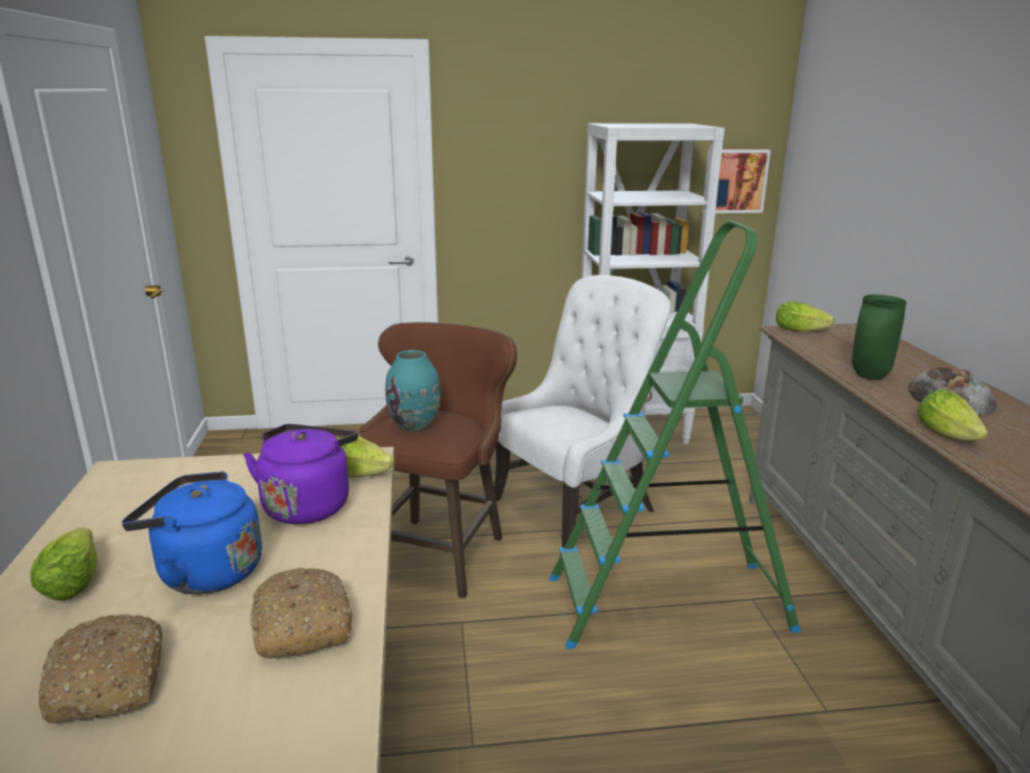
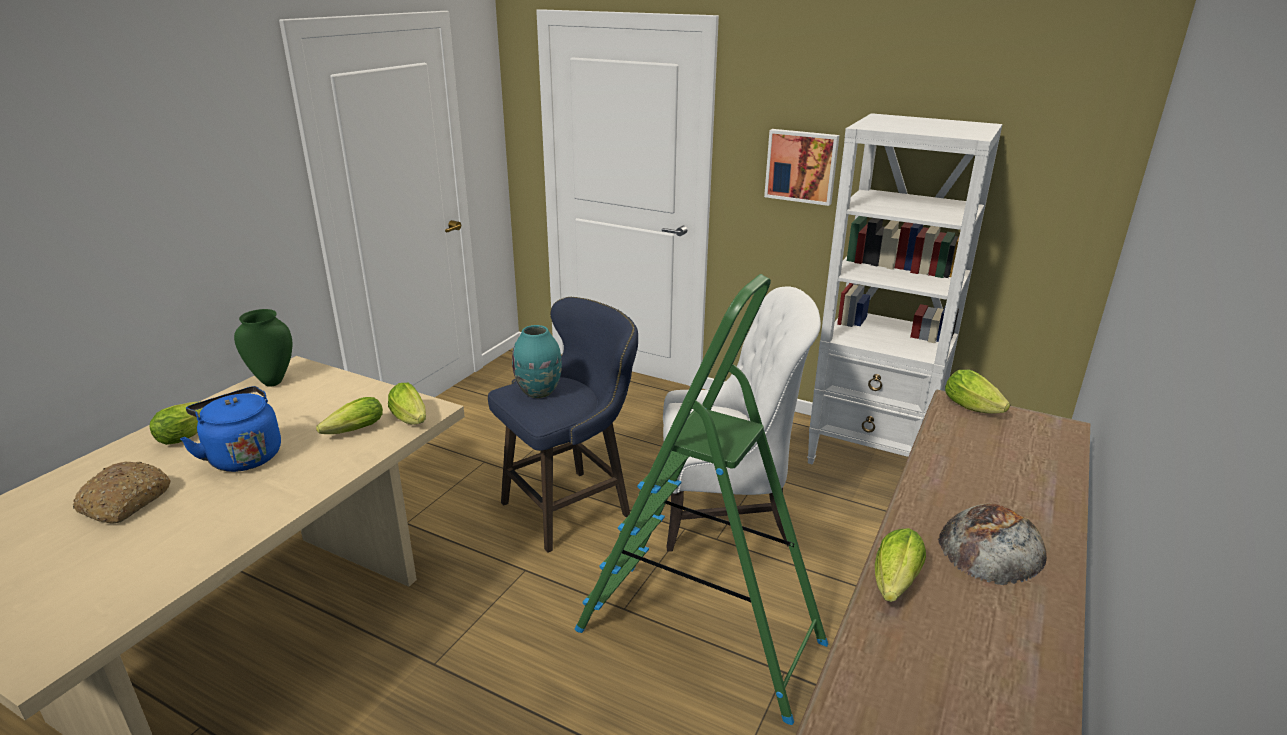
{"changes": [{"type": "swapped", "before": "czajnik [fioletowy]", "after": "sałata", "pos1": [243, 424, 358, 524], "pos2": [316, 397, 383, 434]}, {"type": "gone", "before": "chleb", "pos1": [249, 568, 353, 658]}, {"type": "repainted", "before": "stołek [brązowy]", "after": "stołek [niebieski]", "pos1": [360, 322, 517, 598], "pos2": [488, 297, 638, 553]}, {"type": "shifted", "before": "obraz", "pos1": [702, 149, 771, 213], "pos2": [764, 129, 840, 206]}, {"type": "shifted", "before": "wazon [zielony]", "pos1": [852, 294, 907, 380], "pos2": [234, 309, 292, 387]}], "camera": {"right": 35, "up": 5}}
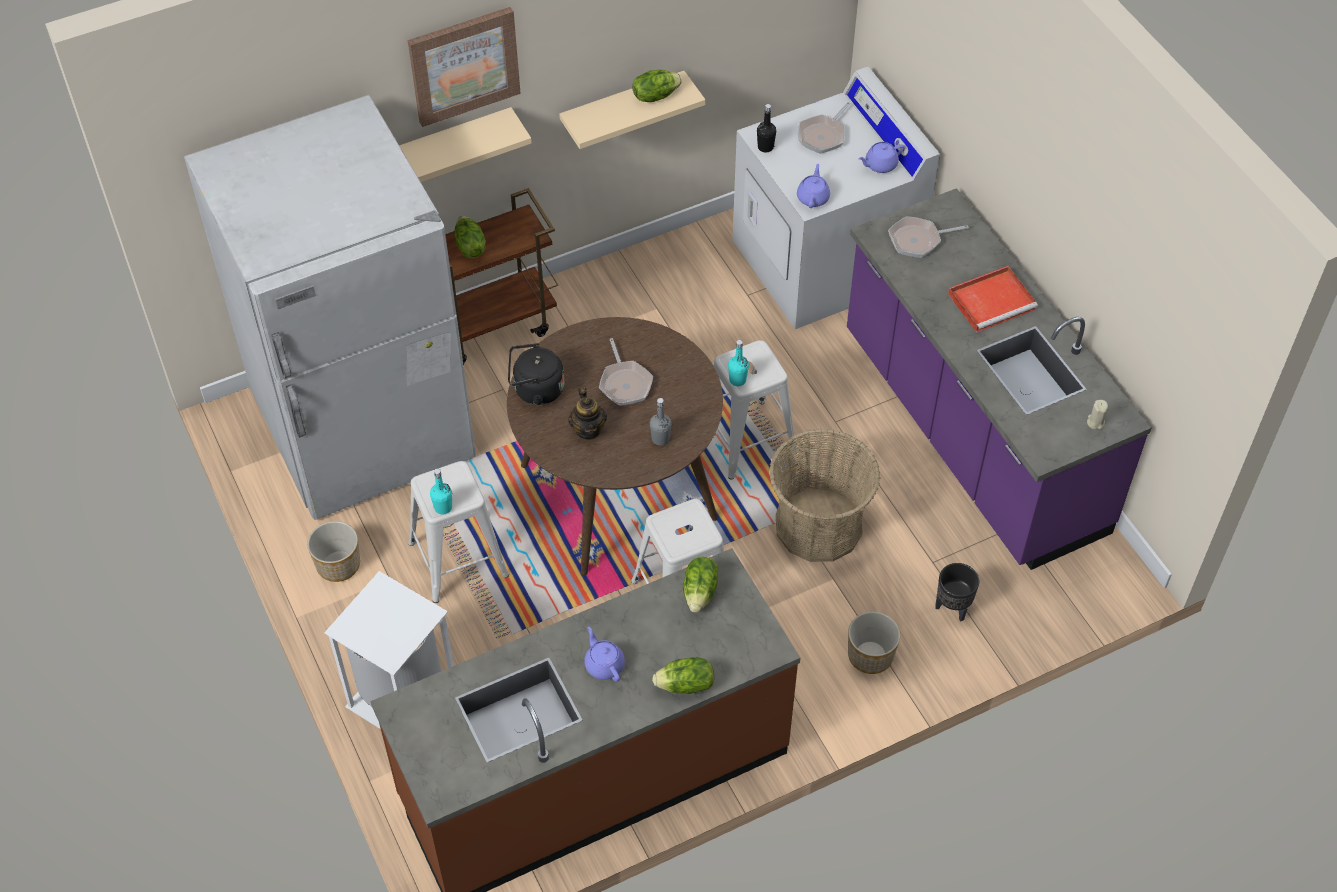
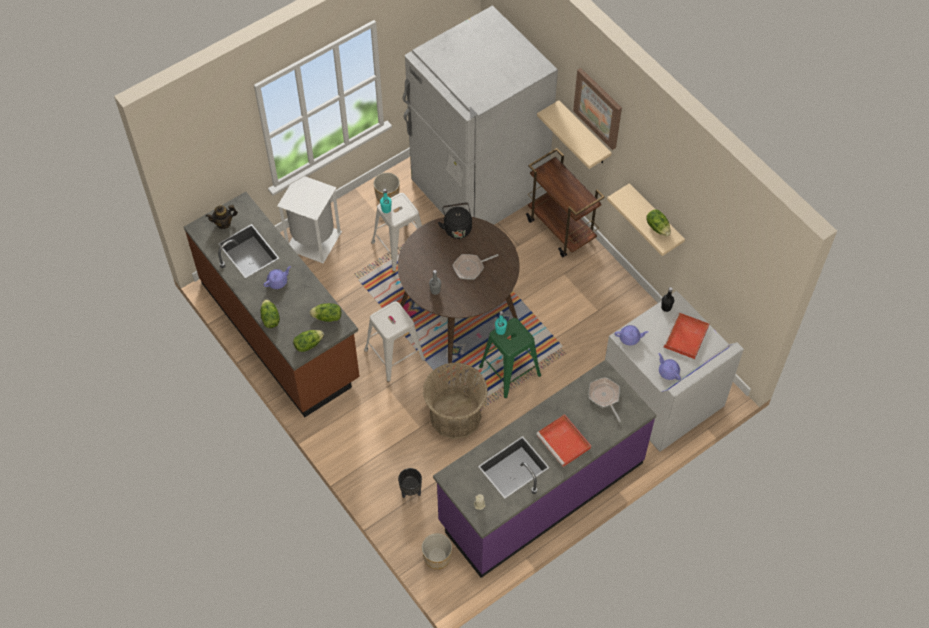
{"changes": [{"type": "shifted", "before": "sałata", "pos1": [454, 216, 486, 258], "pos2": [293, 330, 324, 352]}, {"type": "shifted", "before": "imbryk", "pos1": [568, 386, 607, 440], "pos2": [206, 205, 238, 229]}, {"type": "repainted", "before": "stołek [biały]", "after": "stołek [zielony]", "pos1": [713, 340, 798, 479], "pos2": [479, 318, 541, 398]}, {"type": "swapped", "before": "patelnia", "after": "taca [czerwony]", "pos1": [798, 102, 850, 154], "pos2": [663, 312, 709, 359]}, {"type": "shifted", "before": "donica", "pos1": [848, 612, 900, 674], "pos2": [422, 533, 452, 569]}], "camera": {"right": 80, "up": 5}}
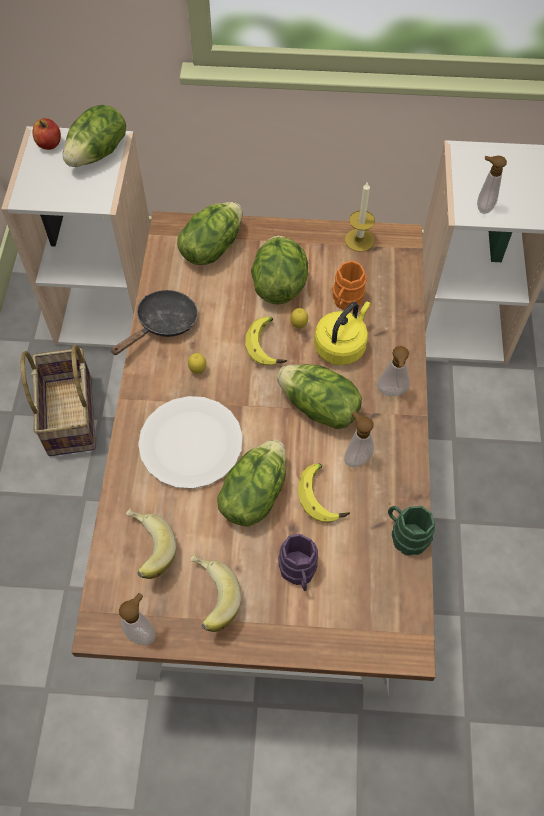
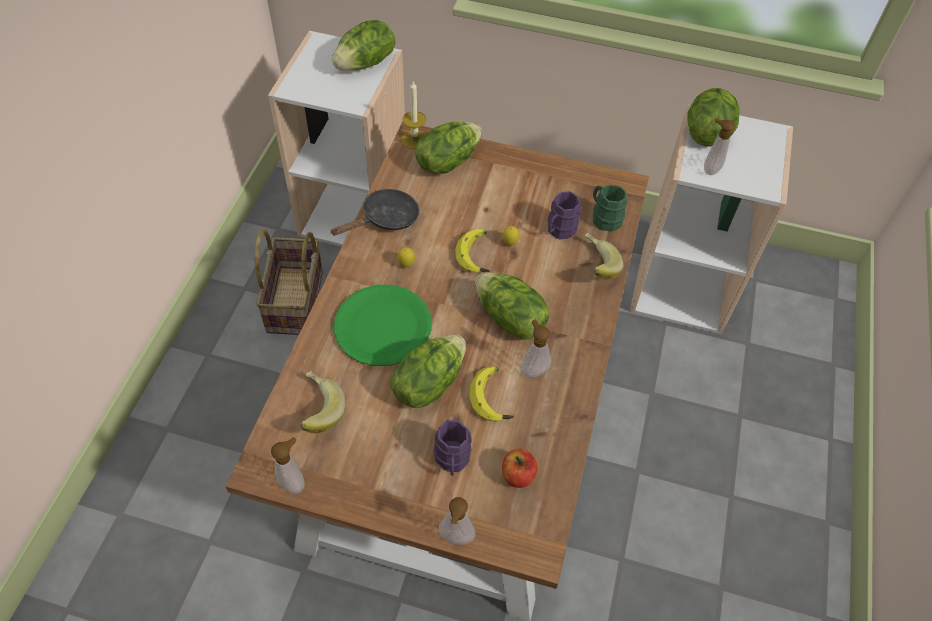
{"changes": [{"type": "shifted", "before": "jabłko", "pos1": [33, 118, 61, 150], "pos2": [502, 449, 538, 488]}, {"type": "repainted", "before": "talerz [biały]", "after": "talerz [zielony]", "pos1": [138, 396, 243, 489], "pos2": [334, 285, 432, 366]}, {"type": "shifted", "before": "banan", "pos1": [190, 554, 241, 632], "pos2": [585, 233, 623, 280]}, {"type": "shifted", "before": "sałata", "pos1": [251, 236, 308, 305], "pos2": [687, 88, 740, 147]}, {"type": "gone", "before": "czajnik [żółty]", "pos1": [314, 302, 371, 365]}, {"type": "repainted", "before": "kubek [pomarańczowy]", "after": "kubek [fioletowy]", "pos1": [332, 261, 367, 311], "pos2": [548, 191, 581, 239]}, {"type": "shifted", "before": "świeca", "pos1": [345, 181, 375, 252], "pos2": [401, 80, 426, 149]}, {"type": "shifted", "before": "dozownik mydła", "pos1": [377, 346, 410, 397], "pos2": [439, 497, 475, 545]}, {"type": "shifted", "before": "kubek [zielony]", "pos1": [388, 506, 435, 555], "pos2": [593, 185, 627, 231]}], "camera": {"right": 10, "up": -5}}
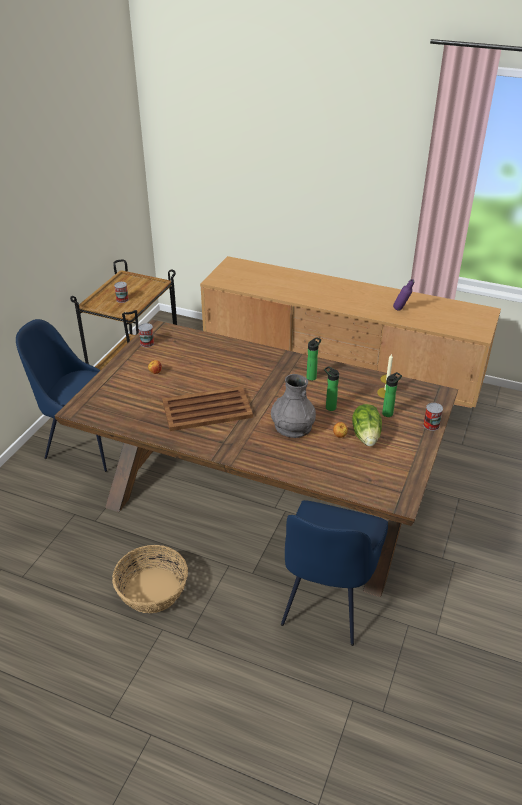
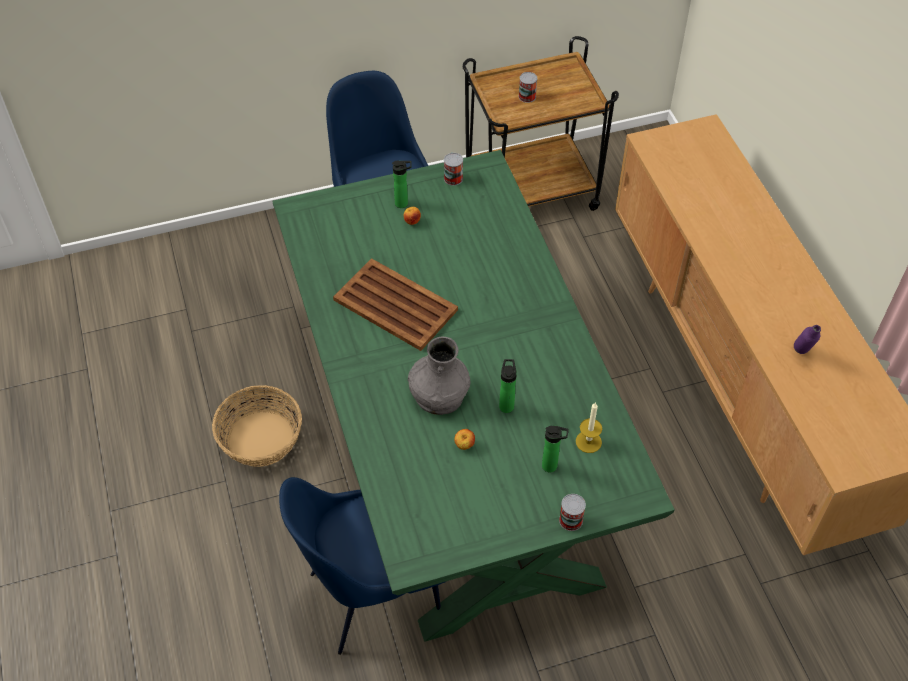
{"changes": [{"type": "repainted", "before": "stół jadalny [brązowy]", "after": "stół jadalny [zielony]", "pos1": [55, 319, 458, 597], "pos2": [272, 150, 675, 642]}, {"type": "shifted", "before": "butelka", "pos1": [307, 337, 321, 381], "pos2": [392, 161, 412, 208]}, {"type": "gone", "before": "sałata", "pos1": [352, 404, 382, 446]}], "camera": {"right": 50, "up": 15}}
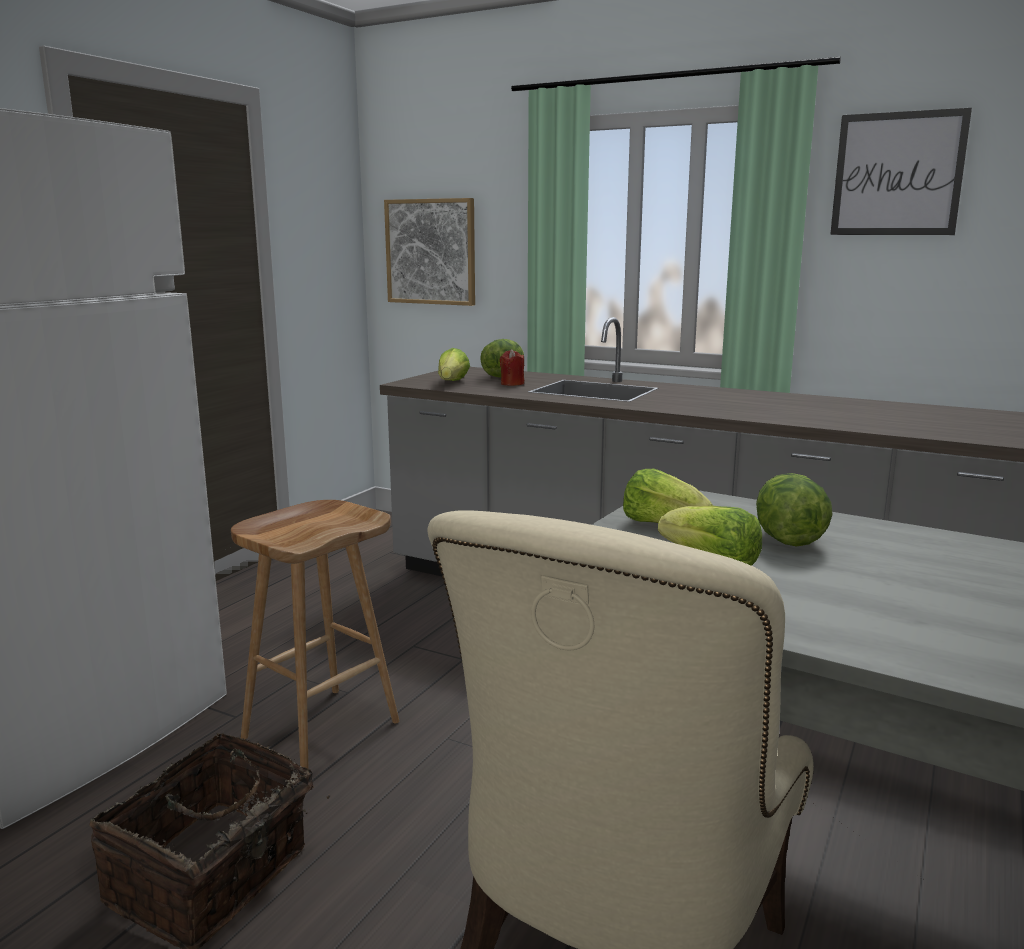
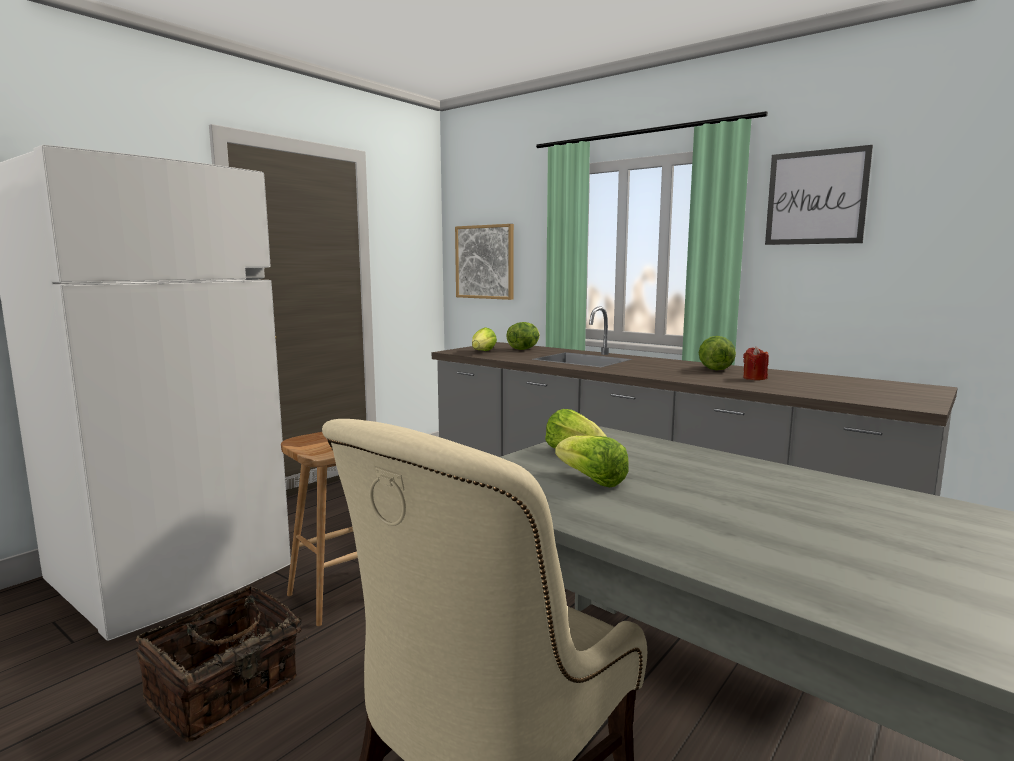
{"changes": [{"type": "shifted", "before": "świeca [czerwony]", "pos1": [500, 349, 524, 386], "pos2": [743, 346, 769, 380]}, {"type": "shifted", "before": "sałata", "pos1": [756, 473, 833, 547], "pos2": [699, 336, 736, 371]}], "camera": {"right": 10, "up": -5}}
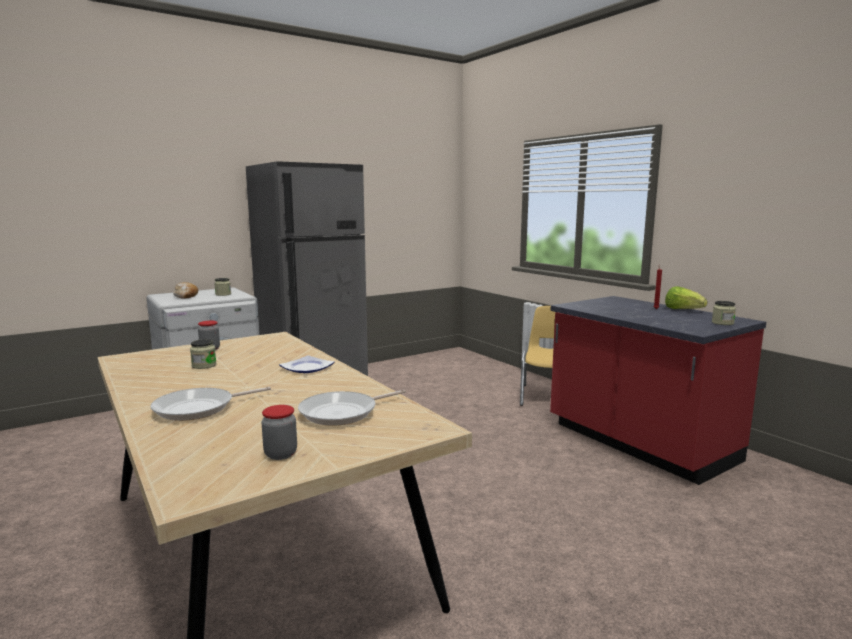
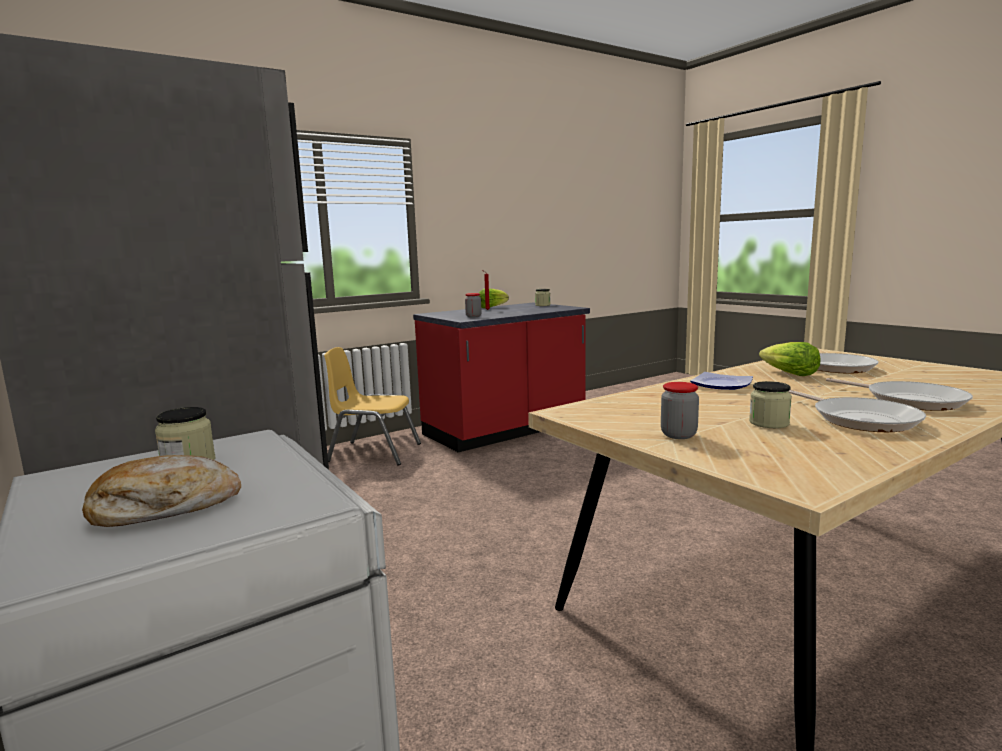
{"changes": [{"type": "shifted", "before": "słoik", "pos1": [262, 405, 297, 460], "pos2": [465, 293, 481, 318]}, {"type": "new", "after": "sałata", "pos2": [759, 342, 820, 376]}, {"type": "new", "after": "patelnia", "pos2": [789, 390, 926, 432]}], "camera": {"right": -90, "up": 0}}
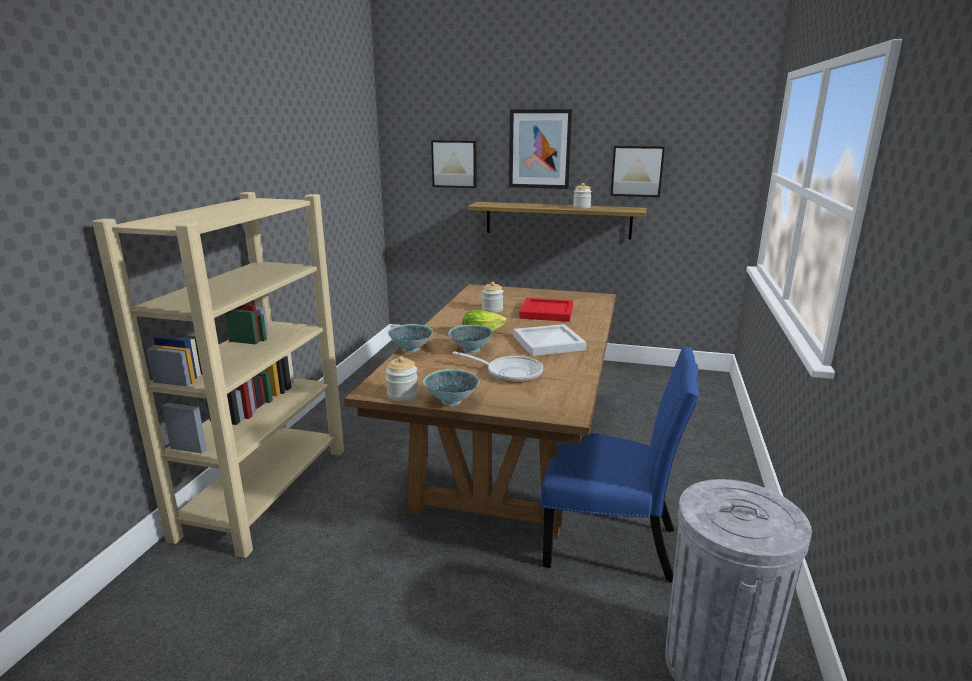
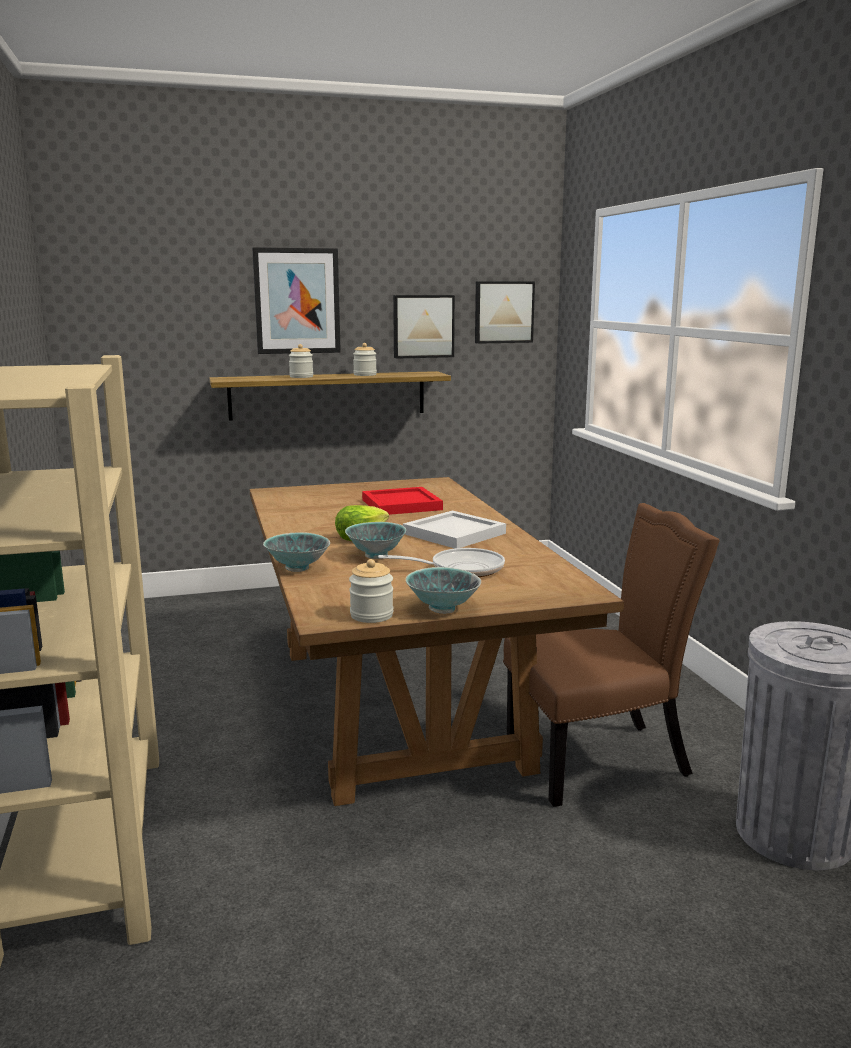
{"changes": [{"type": "shifted", "before": "obraz", "pos1": [431, 140, 477, 188], "pos2": [475, 281, 535, 344]}, {"type": "shifted", "before": "słoik", "pos1": [482, 282, 503, 313], "pos2": [289, 344, 313, 378]}, {"type": "repainted", "before": "krzesło [niebieski]", "after": "krzesło [brązowy]", "pos1": [540, 347, 699, 582], "pos2": [503, 503, 720, 807]}], "camera": {"right": -30, "up": -5}}
